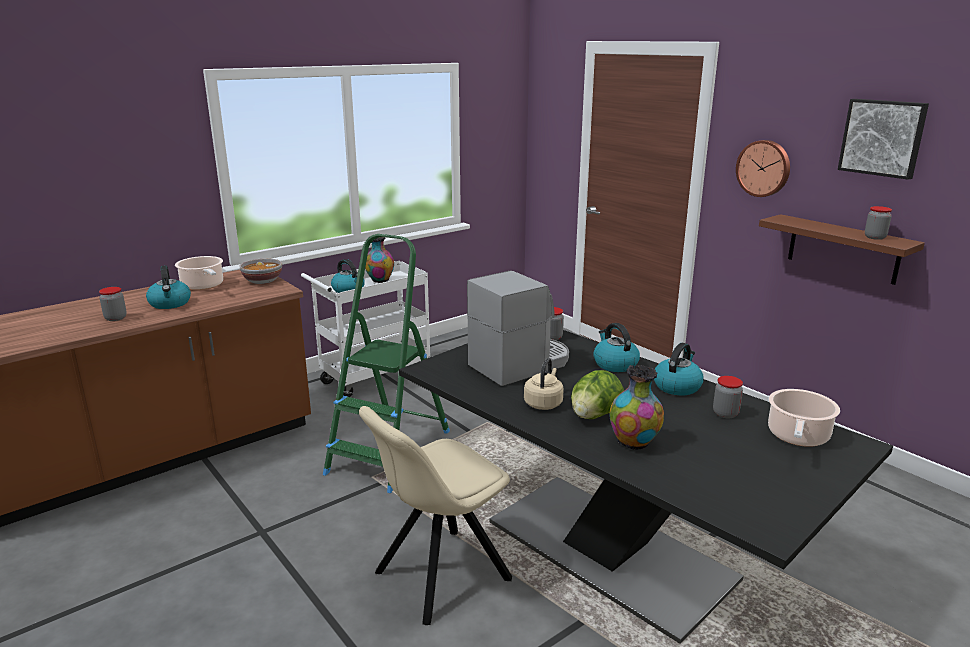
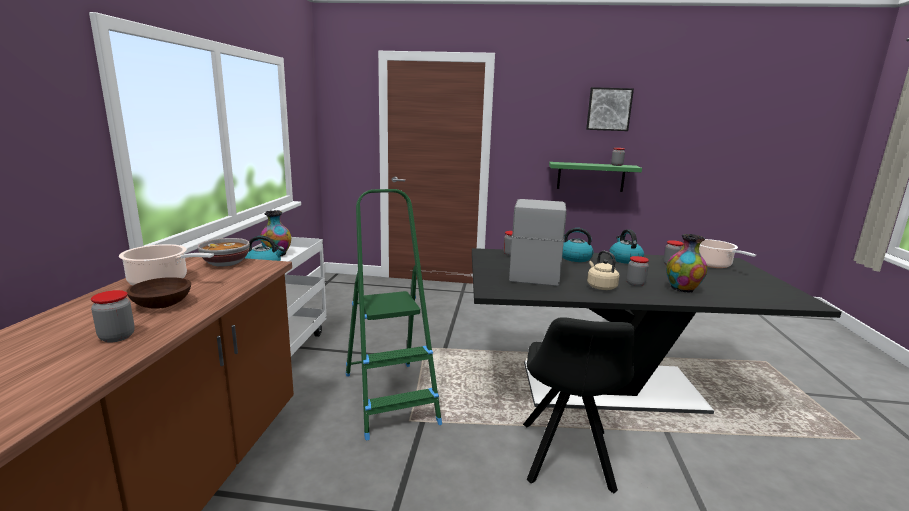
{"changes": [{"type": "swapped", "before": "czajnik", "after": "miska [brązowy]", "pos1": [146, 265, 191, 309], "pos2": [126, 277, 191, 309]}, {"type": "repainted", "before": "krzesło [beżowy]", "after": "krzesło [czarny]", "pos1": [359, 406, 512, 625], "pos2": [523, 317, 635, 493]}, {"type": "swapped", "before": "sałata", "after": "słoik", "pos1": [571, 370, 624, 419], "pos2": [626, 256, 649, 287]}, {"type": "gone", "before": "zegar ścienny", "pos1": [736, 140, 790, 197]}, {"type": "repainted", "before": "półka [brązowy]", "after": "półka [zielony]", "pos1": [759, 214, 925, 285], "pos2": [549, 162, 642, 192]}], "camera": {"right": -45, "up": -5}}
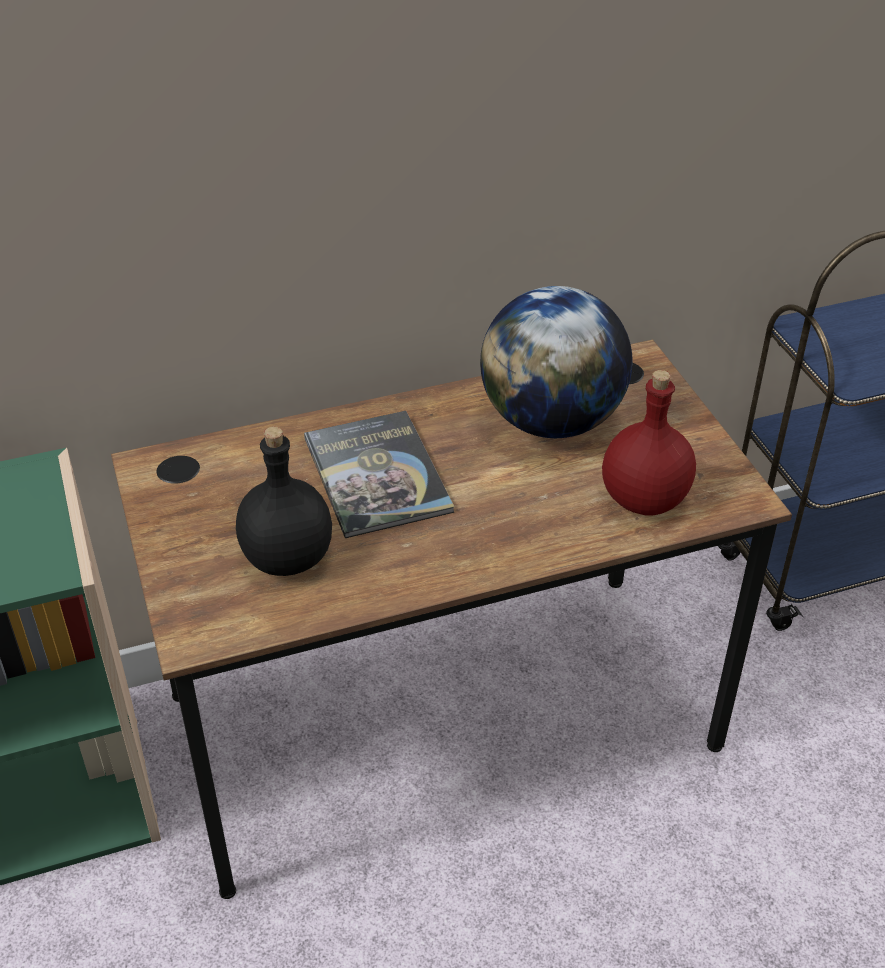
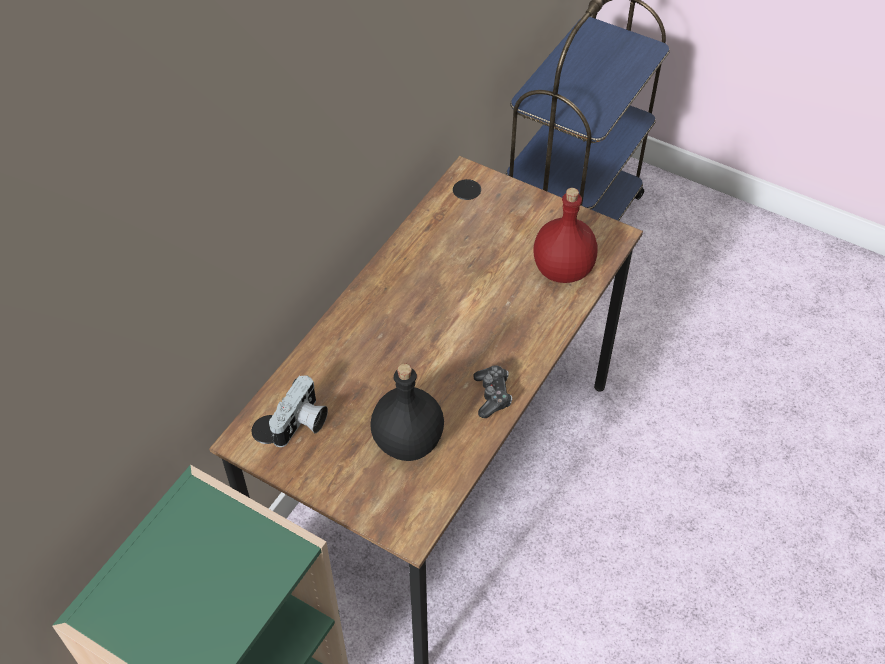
{"changes": [{"type": "gone", "before": "książka", "pos1": [304, 411, 454, 538]}, {"type": "gone", "before": "globus", "pos1": [480, 286, 633, 438]}, {"type": "new", "after": "aparat fotograficzny", "pos2": [269, 375, 328, 447]}, {"type": "new", "after": "pad do gier", "pos2": [473, 365, 512, 418]}], "camera": {"right": -40, "up": 10}}
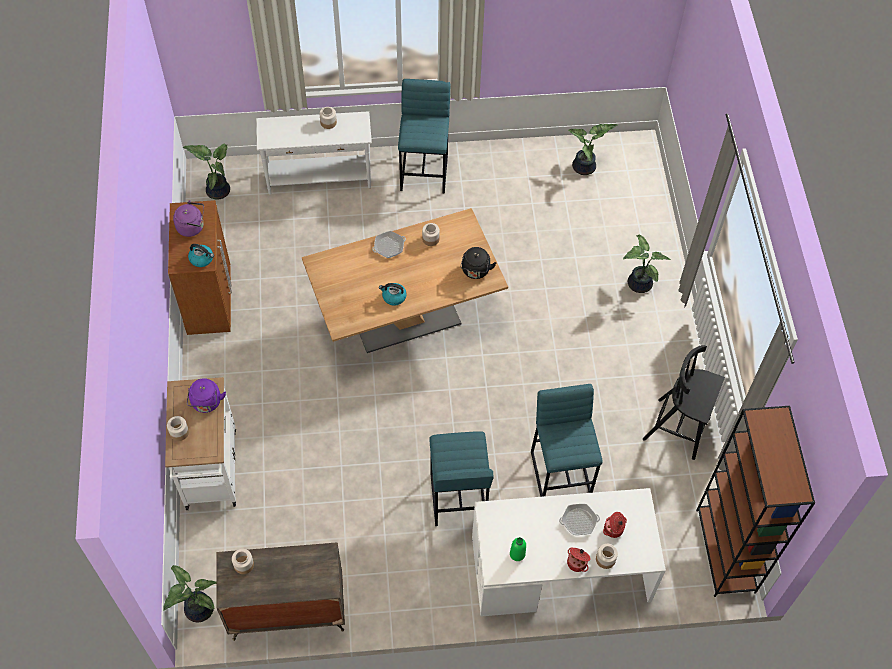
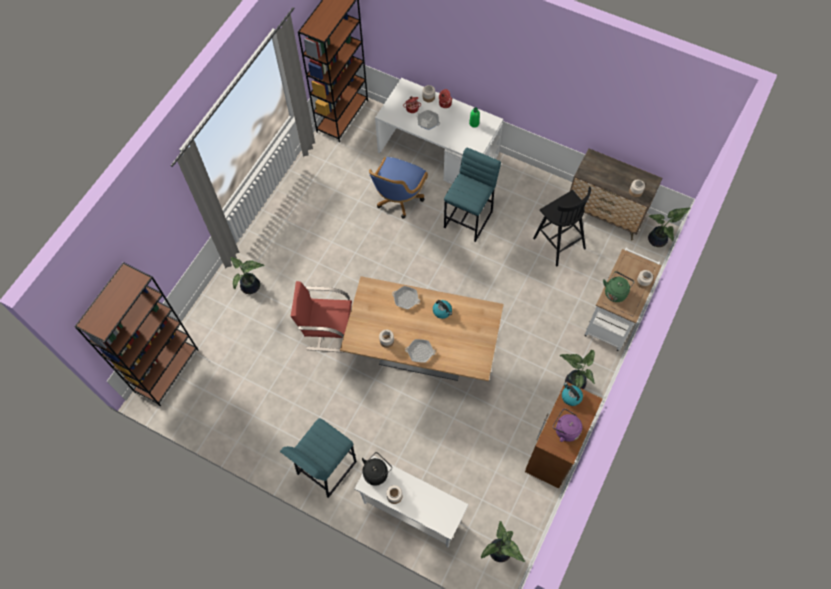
{"changes": [{"type": "repainted", "before": "czajnik [fioletowy]", "after": "czajnik [zielony]", "pos1": [187, 378, 226, 413], "pos2": [603, 271, 634, 302]}, {"type": "shifted", "before": "czajnik [czarny]", "pos1": [460, 247, 496, 279], "pos2": [362, 452, 392, 486]}, {"type": "swapped", "before": "stołek [turkusowy]", "after": "krzesło biurowe [niebieski]", "pos1": [531, 384, 602, 497], "pos2": [369, 157, 428, 219]}, {"type": "shifted", "before": "roślina doniczkowa", "pos1": [568, 124, 618, 175], "pos2": [560, 350, 595, 389]}, {"type": "shifted", "before": "stołek [czarny]", "pos1": [643, 345, 725, 460], "pos2": [533, 186, 591, 267]}, {"type": "new", "after": "regał [brązowy]", "pos2": [74, 262, 198, 406]}, {"type": "new", "after": "krzesło [czerwony]", "pos2": [290, 281, 352, 353]}, {"type": "new", "after": "patelnia", "pos2": [392, 286, 420, 309]}], "camera": {"right": -145, "up": 5}}
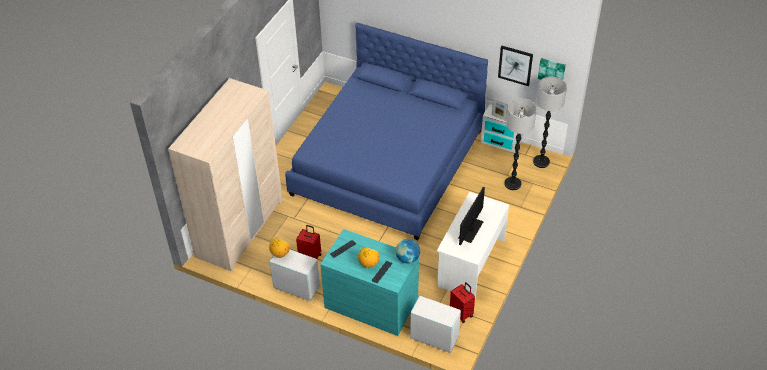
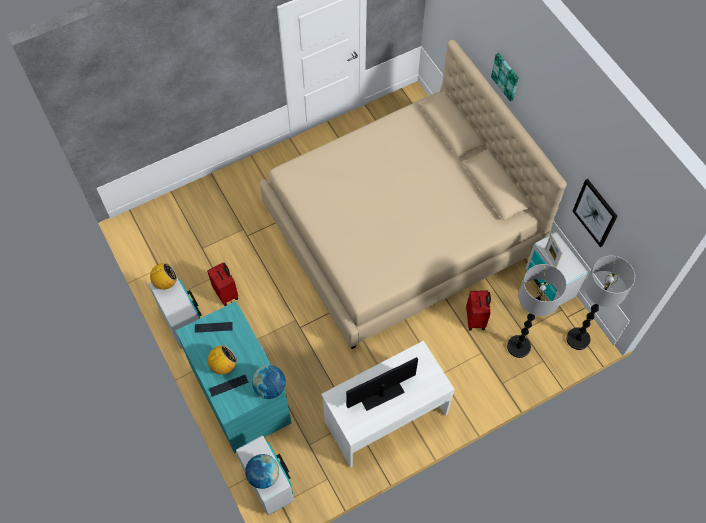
{"changes": [{"type": "gone", "before": "szafa [beżowy]", "pos1": [168, 78, 283, 271]}, {"type": "repainted", "before": "łóżko [niebieski]", "after": "łóżko [beżowy]", "pos1": [285, 23, 488, 240], "pos2": [260, 40, 567, 349]}, {"type": "shifted", "before": "walizka [czerwony]", "pos1": [450, 282, 475, 323], "pos2": [466, 290, 491, 331]}, {"type": "shifted", "before": "obraz", "pos1": [538, 58, 566, 80], "pos2": [491, 53, 519, 102]}, {"type": "new", "after": "globus", "pos2": [245, 454, 279, 489]}], "camera": {"right": 35, "up": 15}}
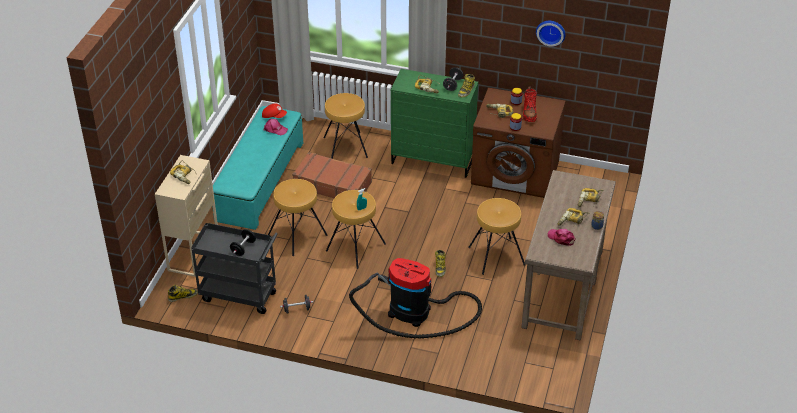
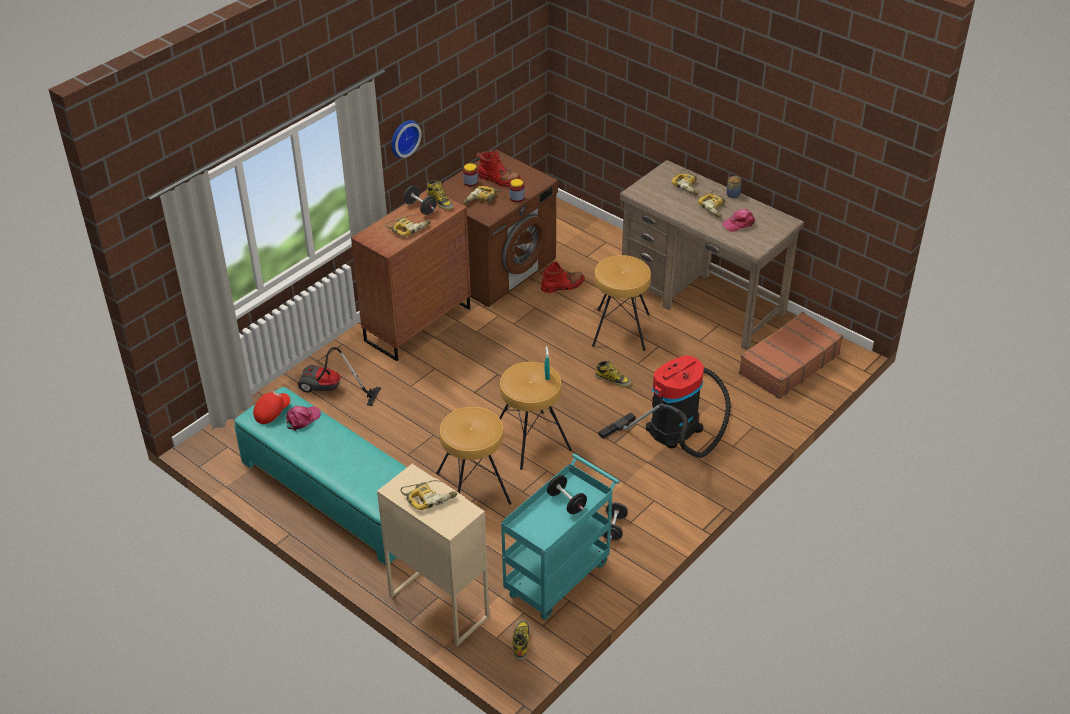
{"changes": [{"type": "repainted", "before": "wózek [szary]", "after": "wózek [turkusowy]", "pos1": [191, 223, 278, 314], "pos2": [501, 453, 620, 620]}, {"type": "shifted", "before": "walizka [brązowy]", "pos1": [292, 152, 372, 198], "pos2": [739, 312, 843, 399]}, {"type": "swapped", "before": "stołek [brązowy]", "after": "odkurzacz", "pos1": [323, 93, 368, 159], "pos2": [297, 347, 381, 406]}, {"type": "repainted", "before": "komoda [zielony]", "after": "komoda [brązowy]", "pos1": [391, 69, 478, 178], "pos2": [351, 190, 471, 361]}, {"type": "shifted", "before": "zegar ścienny", "pos1": [536, 21, 565, 47], "pos2": [391, 120, 422, 158]}, {"type": "new", "after": "but z cholewką [czerwony]", "pos2": [540, 261, 585, 293]}], "camera": {"right": -65, "up": 0}}
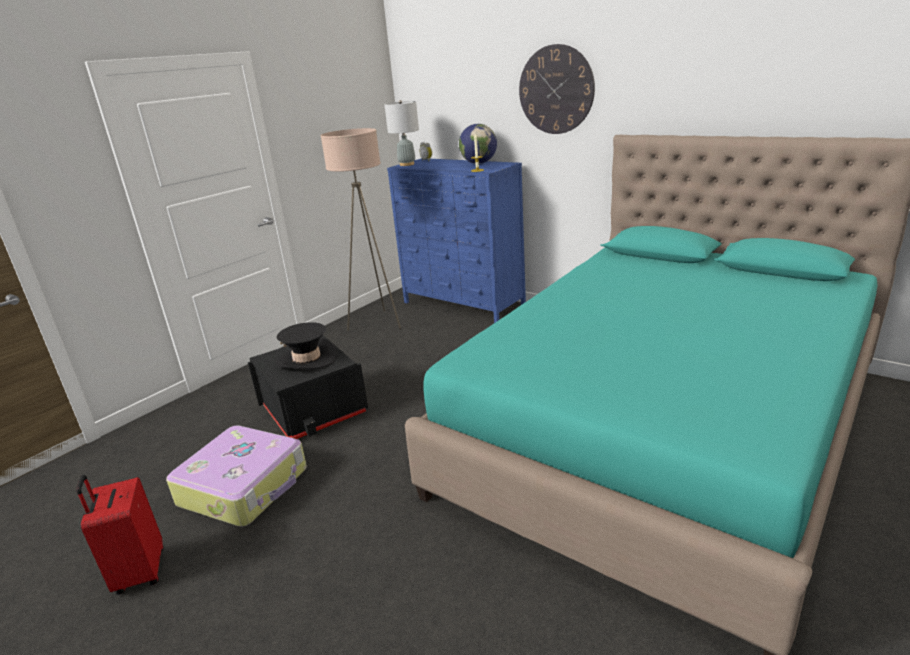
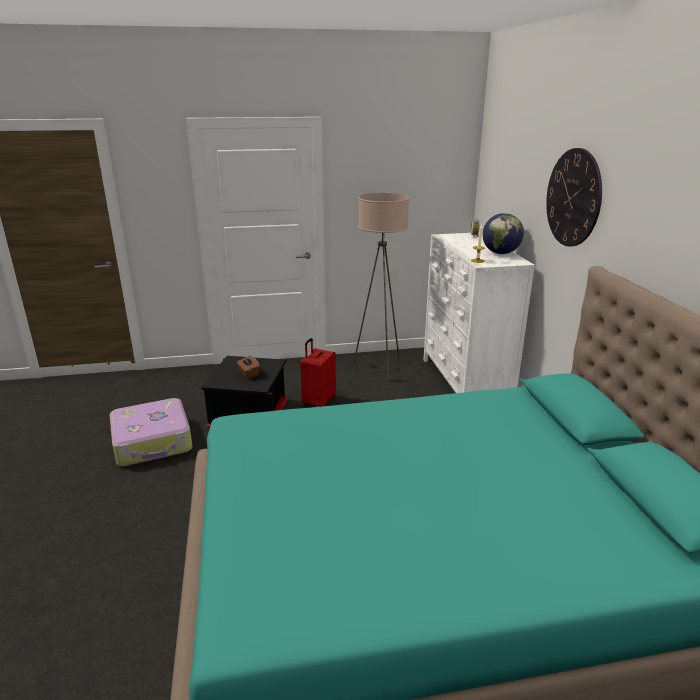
{"changes": [{"type": "shifted", "before": "walizka [czerwony]", "pos1": [76, 475, 163, 595], "pos2": [300, 338, 336, 407]}, {"type": "swapped", "before": "kapelusz [czarny]", "after": "pudełko chusteczek [brązowy]", "pos1": [275, 322, 338, 370], "pos2": [237, 356, 260, 379]}, {"type": "gone", "before": "lampa stołowa [szary]", "pos1": [385, 100, 419, 166]}, {"type": "repainted", "before": "komoda [niebieski]", "after": "komoda [biały]", "pos1": [387, 158, 526, 323], "pos2": [423, 233, 535, 393]}], "camera": {"right": 40, "up": 0}}
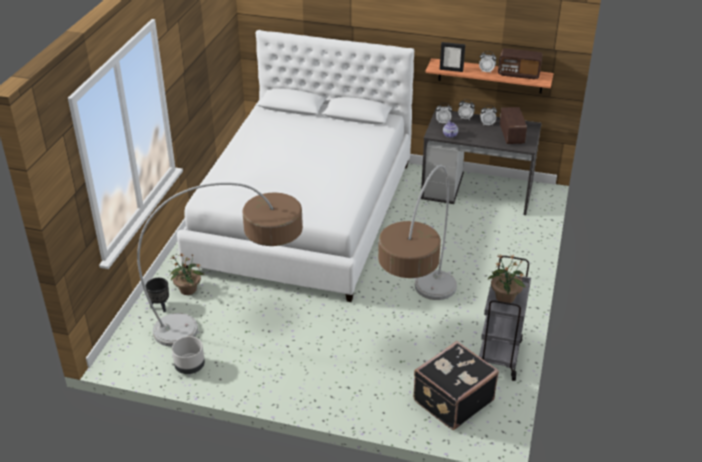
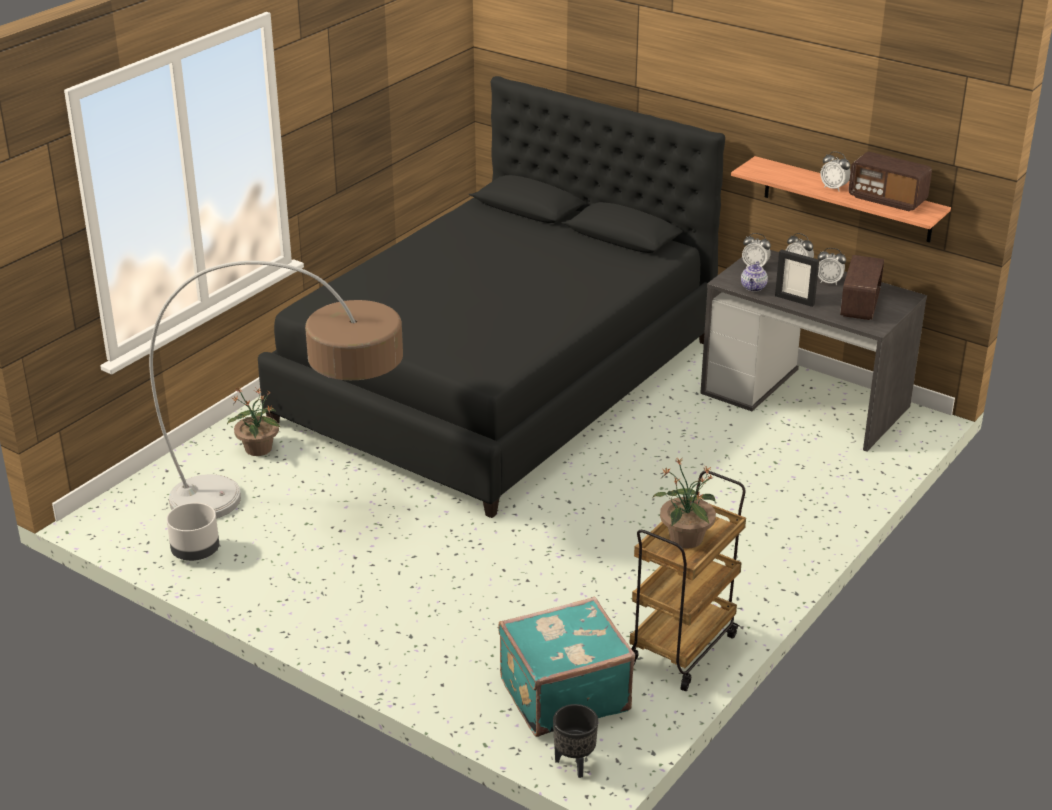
{"changes": [{"type": "shifted", "before": "donica [czarny]", "pos1": [146, 278, 169, 312], "pos2": [553, 704, 598, 778]}, {"type": "repainted", "before": "łóżko [biały]", "after": "łóżko [czarny]", "pos1": [177, 30, 414, 302], "pos2": [258, 76, 725, 518]}, {"type": "gone", "before": "lampa stojąca", "pos1": [378, 165, 457, 300]}, {"type": "repainted", "before": "walizka [czarny]", "after": "walizka [turkusowy]", "pos1": [413, 341, 499, 430], "pos2": [499, 596, 635, 737]}, {"type": "shifted", "before": "ramka na zdjęcie", "pos1": [440, 42, 465, 72], "pos2": [775, 249, 819, 307]}, {"type": "repainted", "before": "wózek [szary]", "after": "wózek [brązowy]", "pos1": [479, 256, 531, 381], "pos2": [630, 471, 746, 691]}], "camera": {"right": 20, "up": -5}}
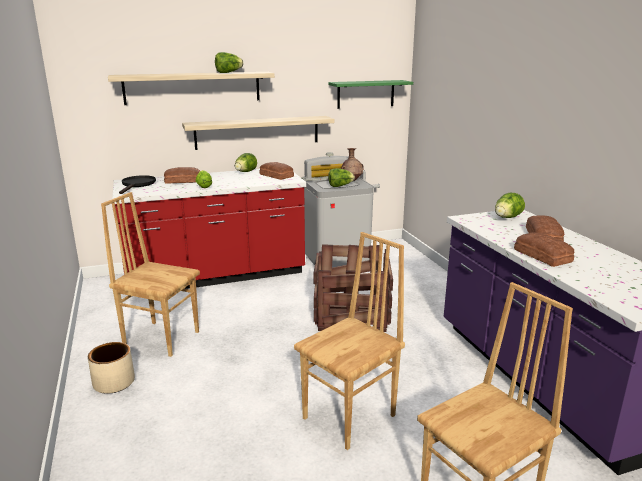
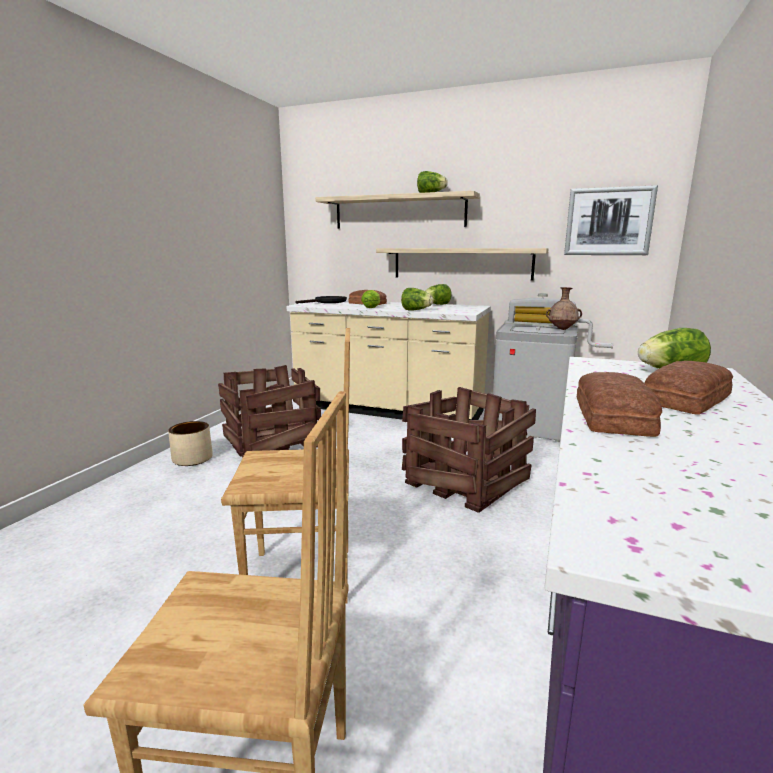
{"changes": [{"type": "swapped", "before": "krzesło [brązowy]", "after": "skrzynka", "pos1": [101, 192, 200, 357], "pos2": [218, 365, 321, 457]}, {"type": "repainted", "before": "zabudowa kuchenna [czerwony]", "after": "zabudowa kuchenna [beżowy]", "pos1": [112, 169, 306, 289], "pos2": [286, 300, 491, 420]}, {"type": "gone", "before": "chleb", "pos1": [259, 162, 294, 180]}, {"type": "swapped", "before": "półka [zielony]", "after": "obraz", "pos1": [328, 80, 413, 109], "pos2": [564, 185, 658, 255]}, {"type": "shifted", "before": "sałata", "pos1": [328, 168, 355, 187], "pos2": [401, 288, 433, 311]}], "camera": {"right": 40, "up": -5}}
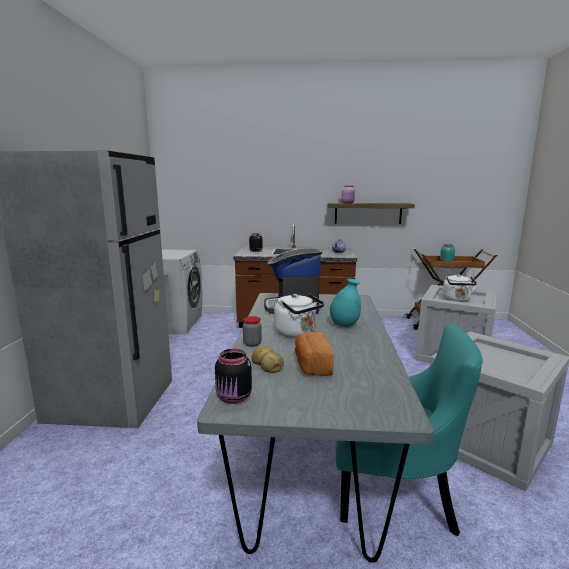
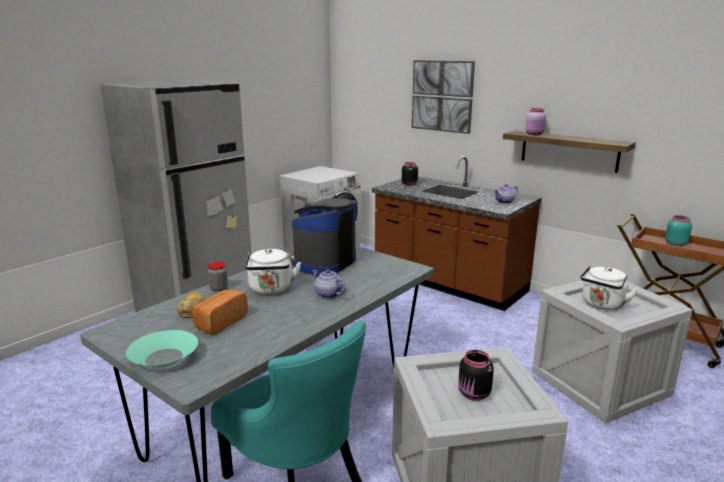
{"changes": [{"type": "shifted", "before": "słoik [czarny]", "pos1": [215, 349, 252, 404], "pos2": [458, 350, 494, 401]}, {"type": "swapped", "before": "wazon [turkusowy]", "after": "imbryk", "pos1": [330, 278, 361, 327], "pos2": [313, 269, 346, 299]}, {"type": "new", "after": "miska [turkusowy]", "pos2": [126, 330, 198, 368]}, {"type": "new", "after": "obraz", "pos2": [412, 60, 475, 134]}], "camera": {"right": 35, "up": 5}}
